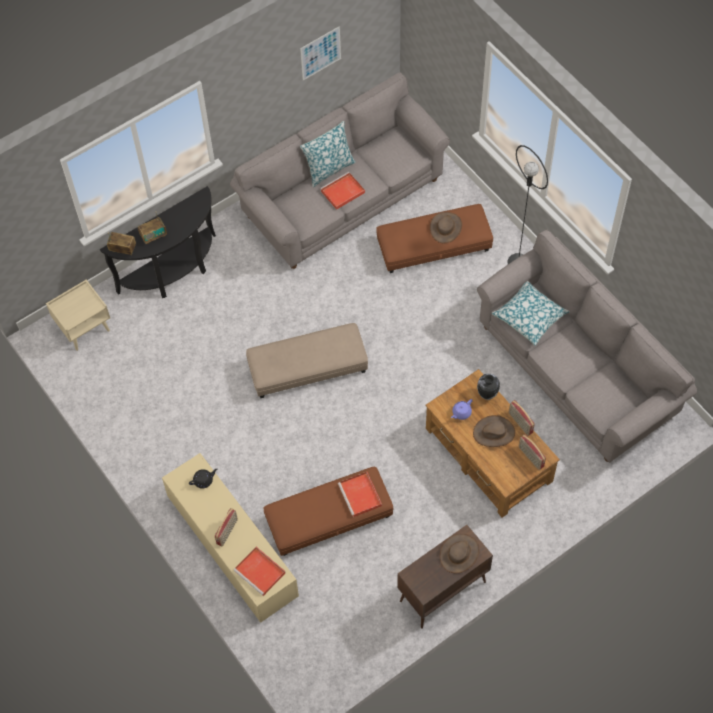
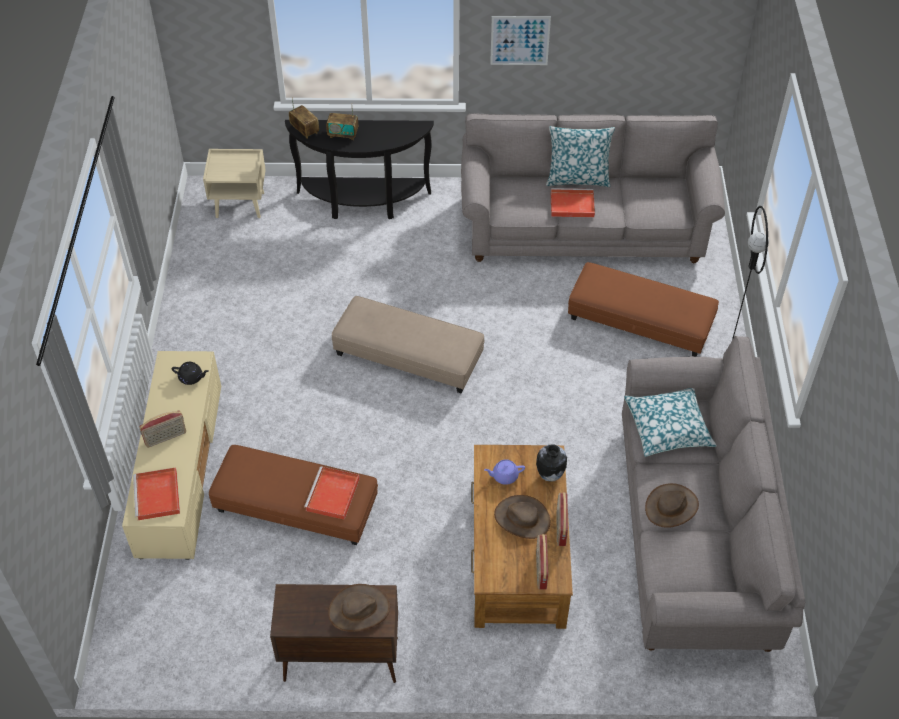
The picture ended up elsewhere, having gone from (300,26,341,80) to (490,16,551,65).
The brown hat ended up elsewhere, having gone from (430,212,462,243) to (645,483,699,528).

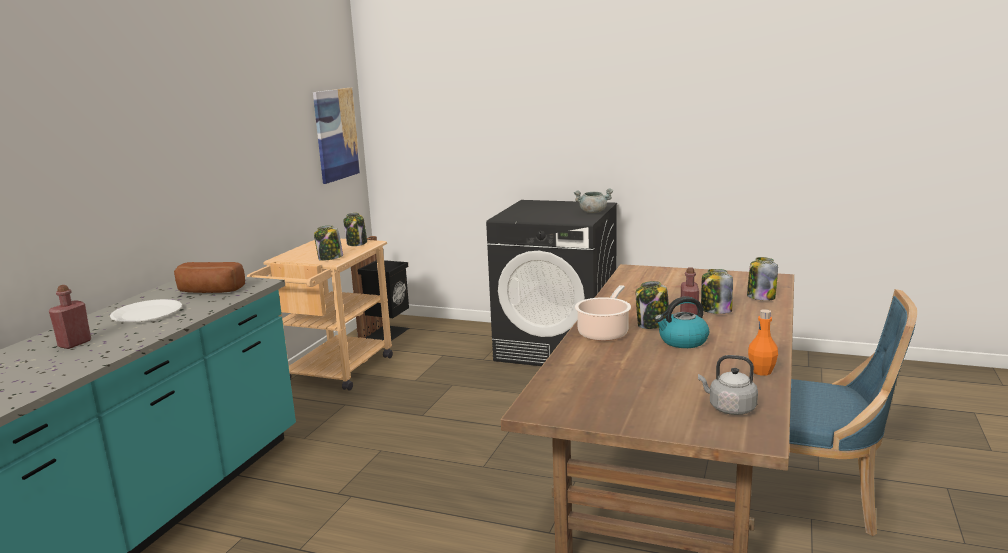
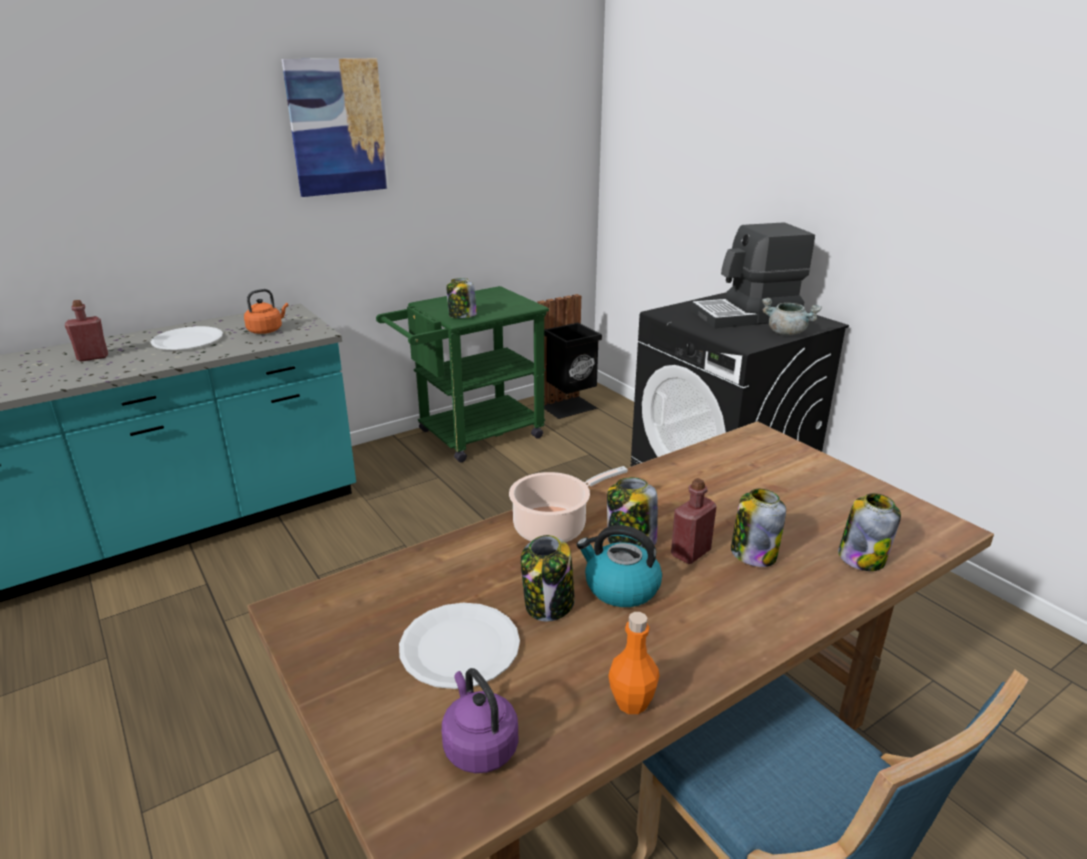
Where the bread stood at (174,262,245,293), the orange kettle came to stand at (244,289,289,334).
The picture ended up elsewhere, having gone from (313,88,360,184) to (282,58,389,197).
What was the beige cart at (247,239,393,391) turned into the green cart at (376,286,549,462).
The second view gained the white plate at (399,603,520,689).
What was the grey kettle at (698,355,758,415) turned into the purple kettle at (442,668,518,773).
The jar ended up elsewhere, having gone from (343,213,367,246) to (521,535,575,621).
The second view gained the coffee machine at (691,222,815,328).

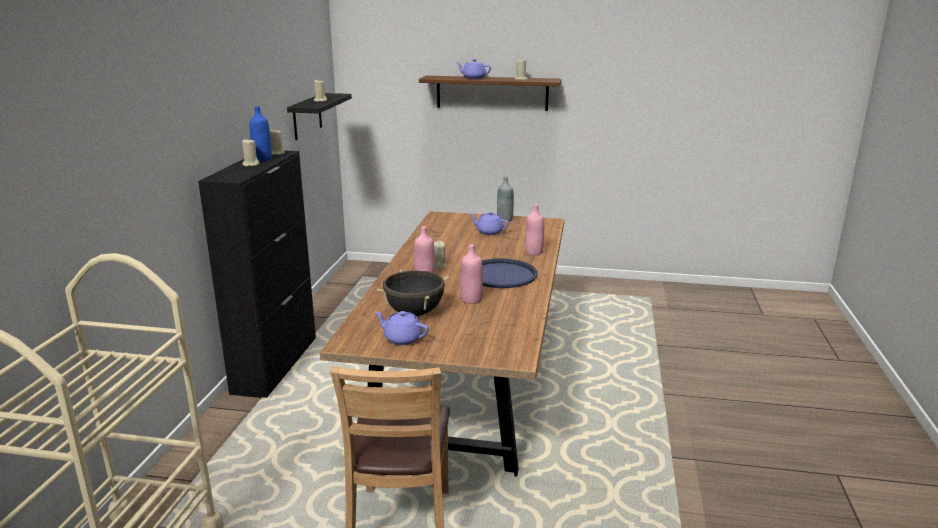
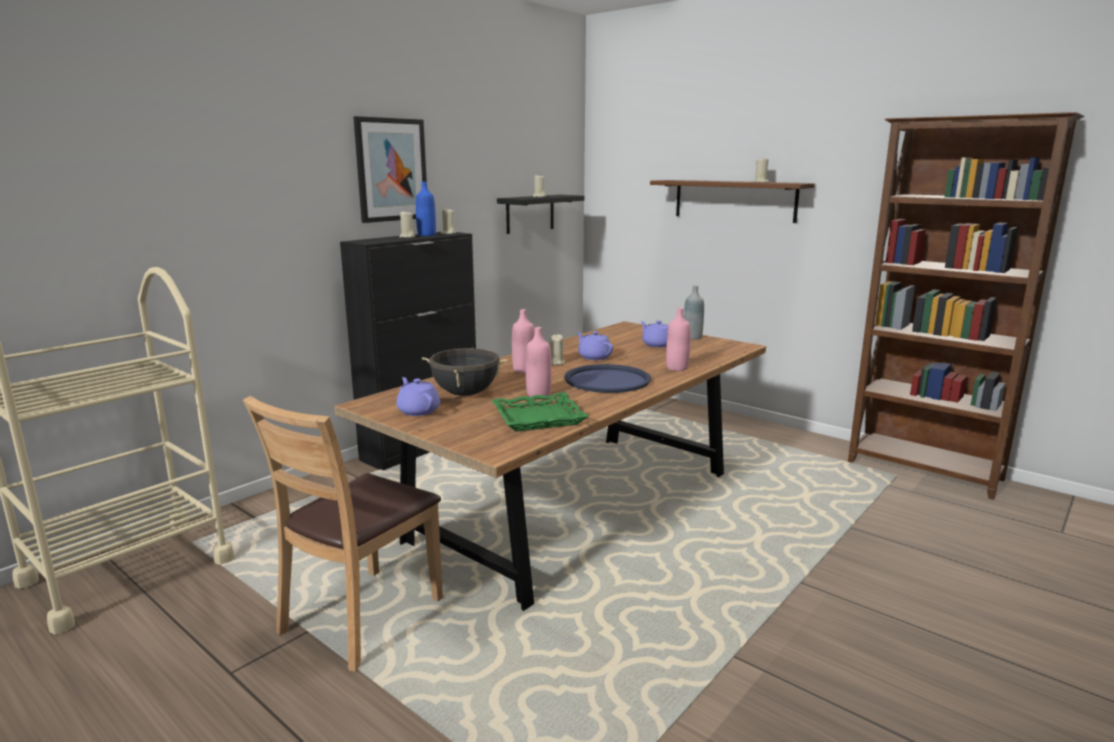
The second view gained the picture at (353,116,427,223).
The second view gained the green tray at (492,392,589,431).
The purple teapot ended up elsewhere, having gone from (456,59,491,79) to (577,331,613,360).
The second view gained the brown bookcase at (848,112,1084,500).

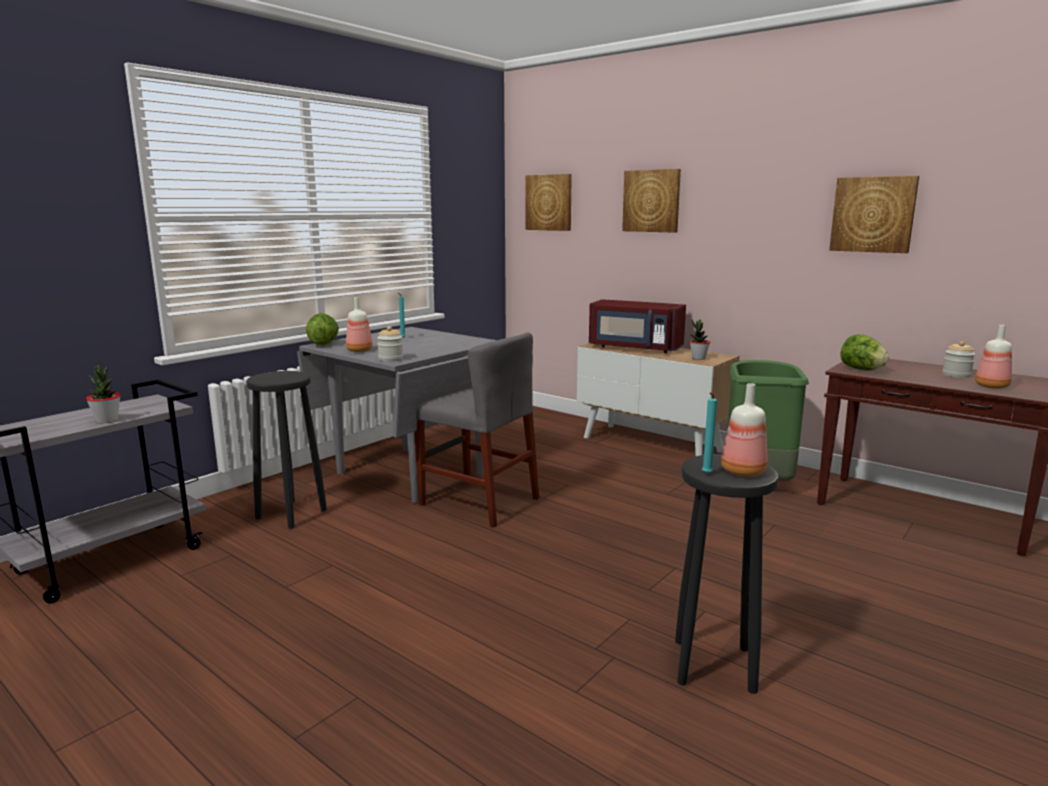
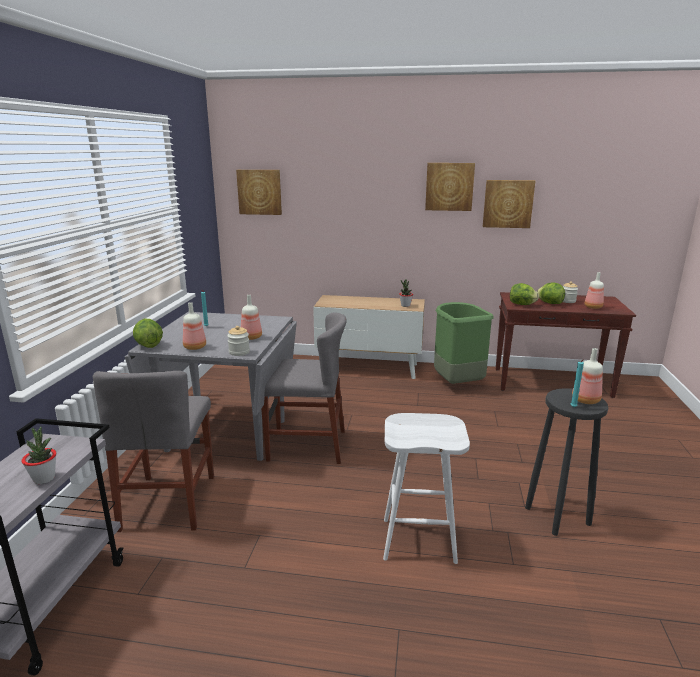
Where the black stool stood at (246,371,327,529), the grey chair came to stand at (93,371,214,532).
The second view gained the bottle at (241,295,262,340).
The second view gained the white stool at (383,413,470,564).
The picture ended up elsewhere, having gone from (622,169,681,233) to (425,163,475,211).
The second view gained the lettuce at (537,283,565,304).
The second view lost the red microwave at (589,299,686,353).

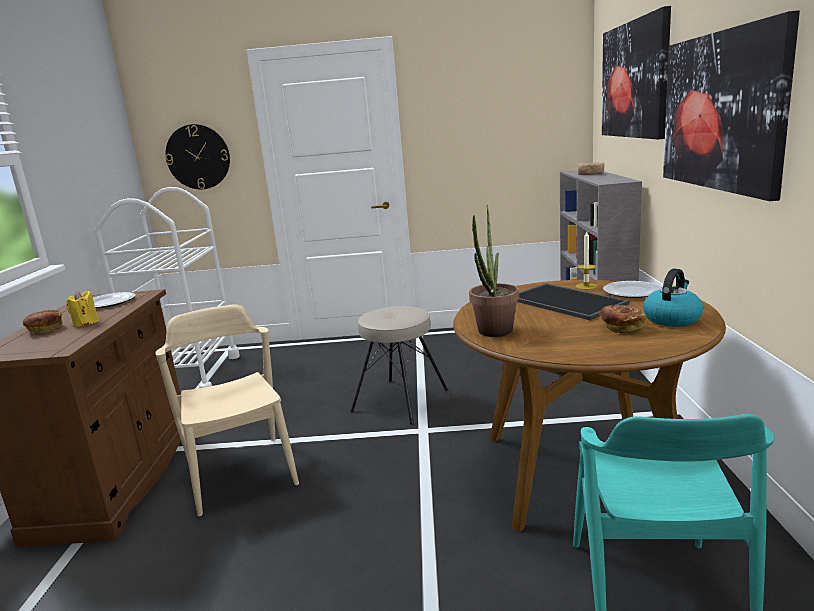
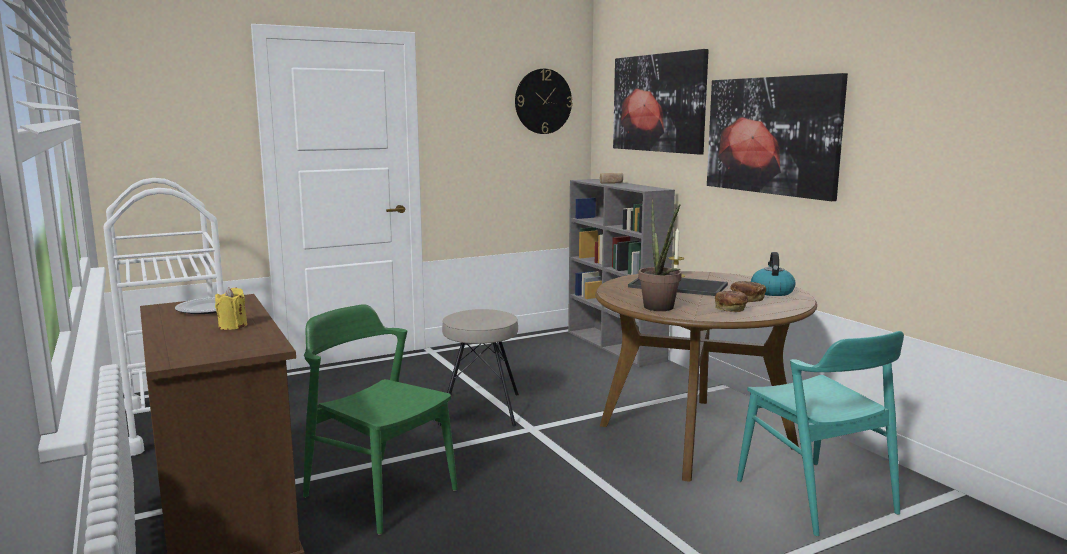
What was the beige chair at (155,304,299,517) turned into the green chair at (303,304,458,535).
The wall clock ended up elsewhere, having gone from (165,124,230,189) to (515,69,573,134).
The bread ended up elsewhere, having gone from (23,309,62,334) to (715,291,748,312).
The second view lost the plate at (603,281,662,298).

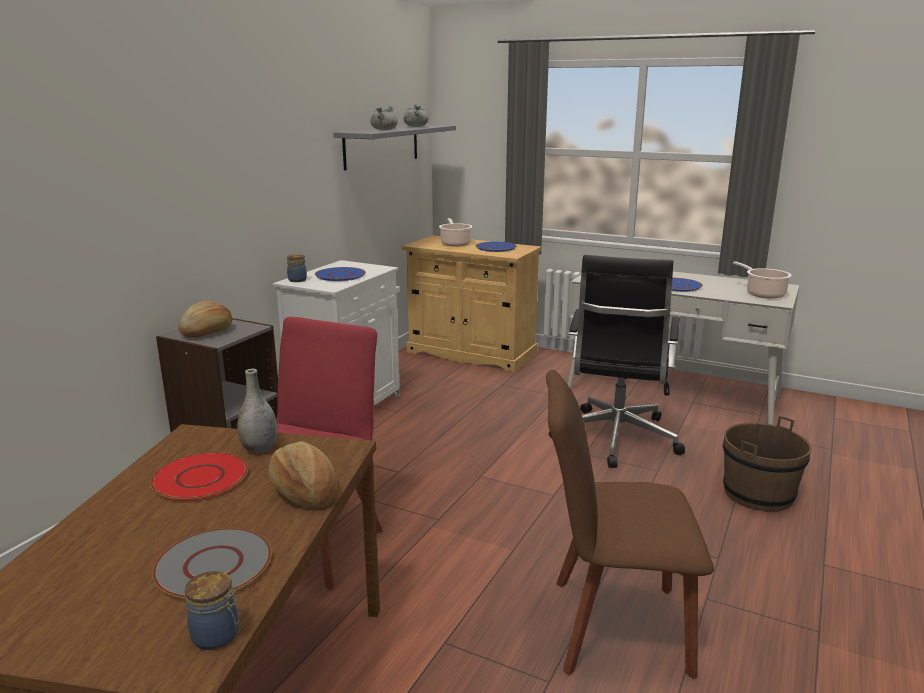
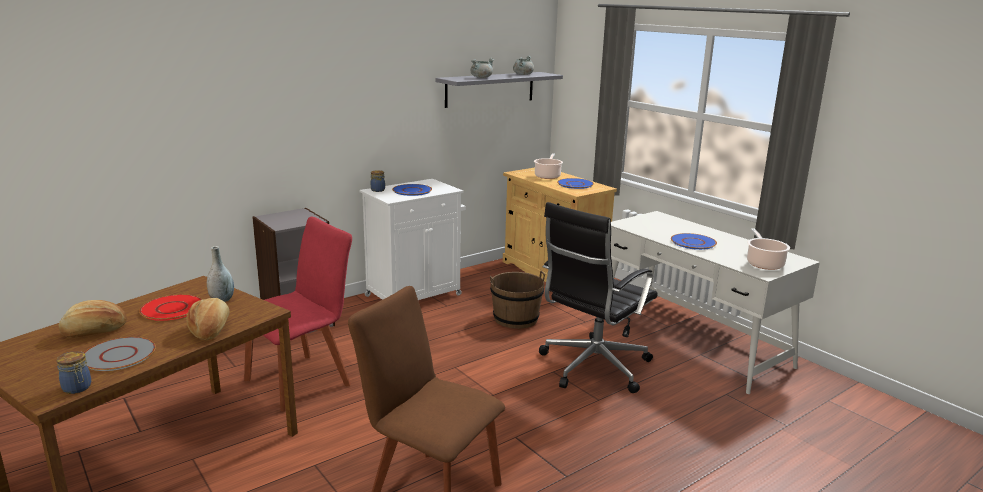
The bread ended up elsewhere, having gone from (178,301,232,338) to (59,300,127,338).
The brown bucket ended up elsewhere, having gone from (723,416,812,512) to (490,271,545,329).

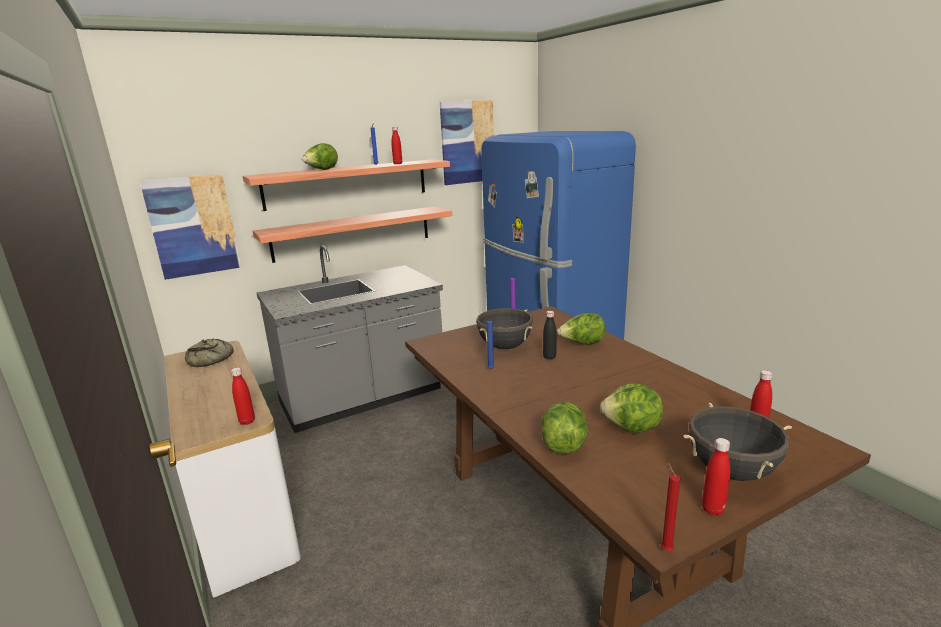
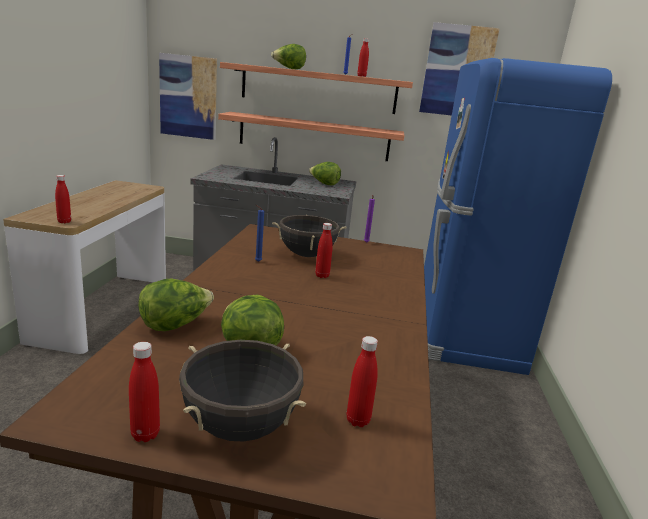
The lettuce ended up elsewhere, having gone from (557,313,605,345) to (309,162,341,185).
What was the black bottle at (543,311,557,360) turned into the red bottle at (315,223,333,278).
The second view lost the bread at (185,339,233,367).
The second view lost the red candle at (661,462,680,551).

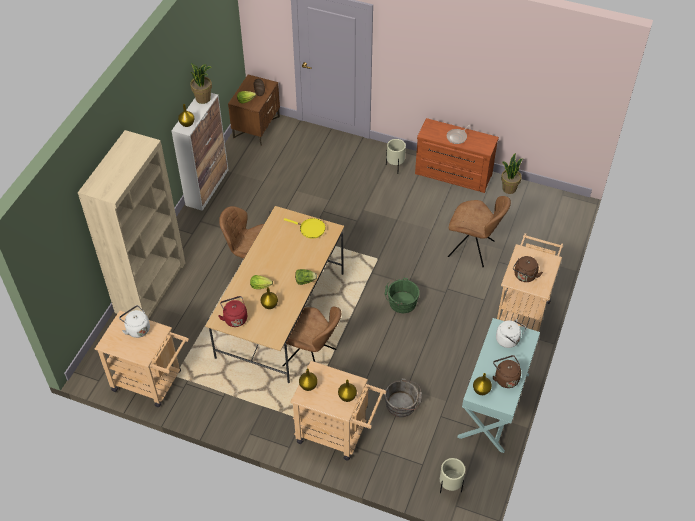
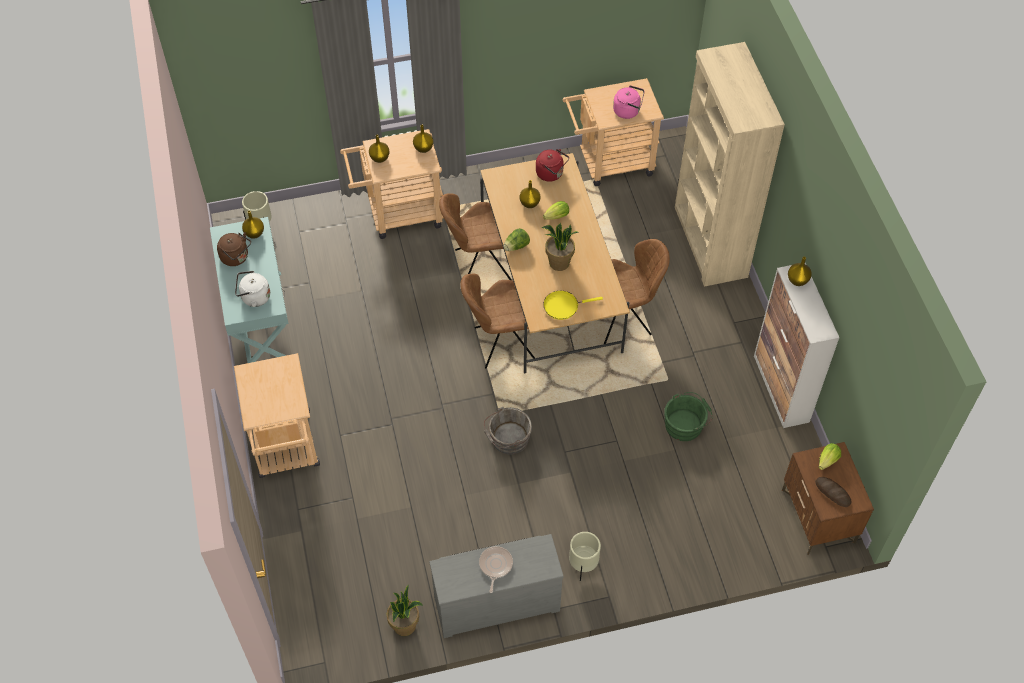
What was the brown dresser at (415,118,499,193) turned into the grey dresser at (429,534,563,638).
The brown chair ended up elsewhere, having gone from (448,196,511,268) to (460,274,535,368).
The grey bucket ended up elsewhere, having gone from (384,378,422,417) to (484,407,532,454).
The potted plant ended up elsewhere, having gone from (190,63,212,104) to (542,223,579,271).
What was the white kettle at (119,305,150,338) turned into the pink kettle at (613,85,645,119).
The green bucket ended up elsewhere, having gone from (384,278,420,313) to (664,392,713,441).
The second view lost the brown kettle at (513,256,543,282).

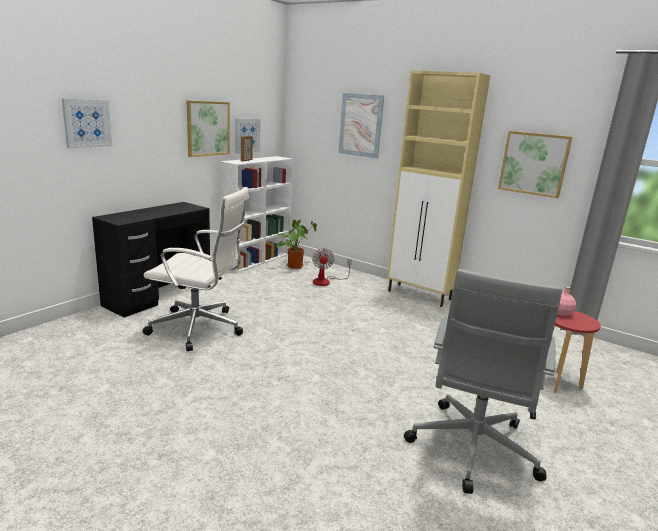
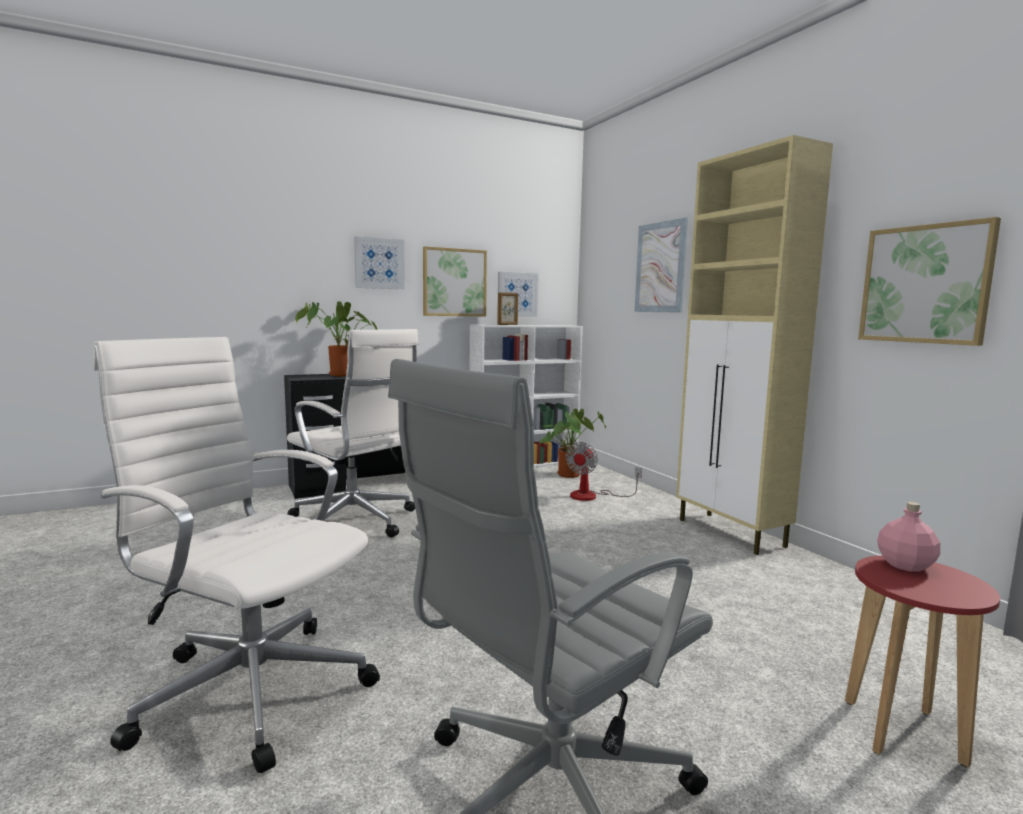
The second view gained the white office chair at (93,337,380,773).
The second view gained the potted plant at (295,301,378,377).
The picture ended up elsewhere, having gone from (62,98,112,148) to (354,236,405,289).

